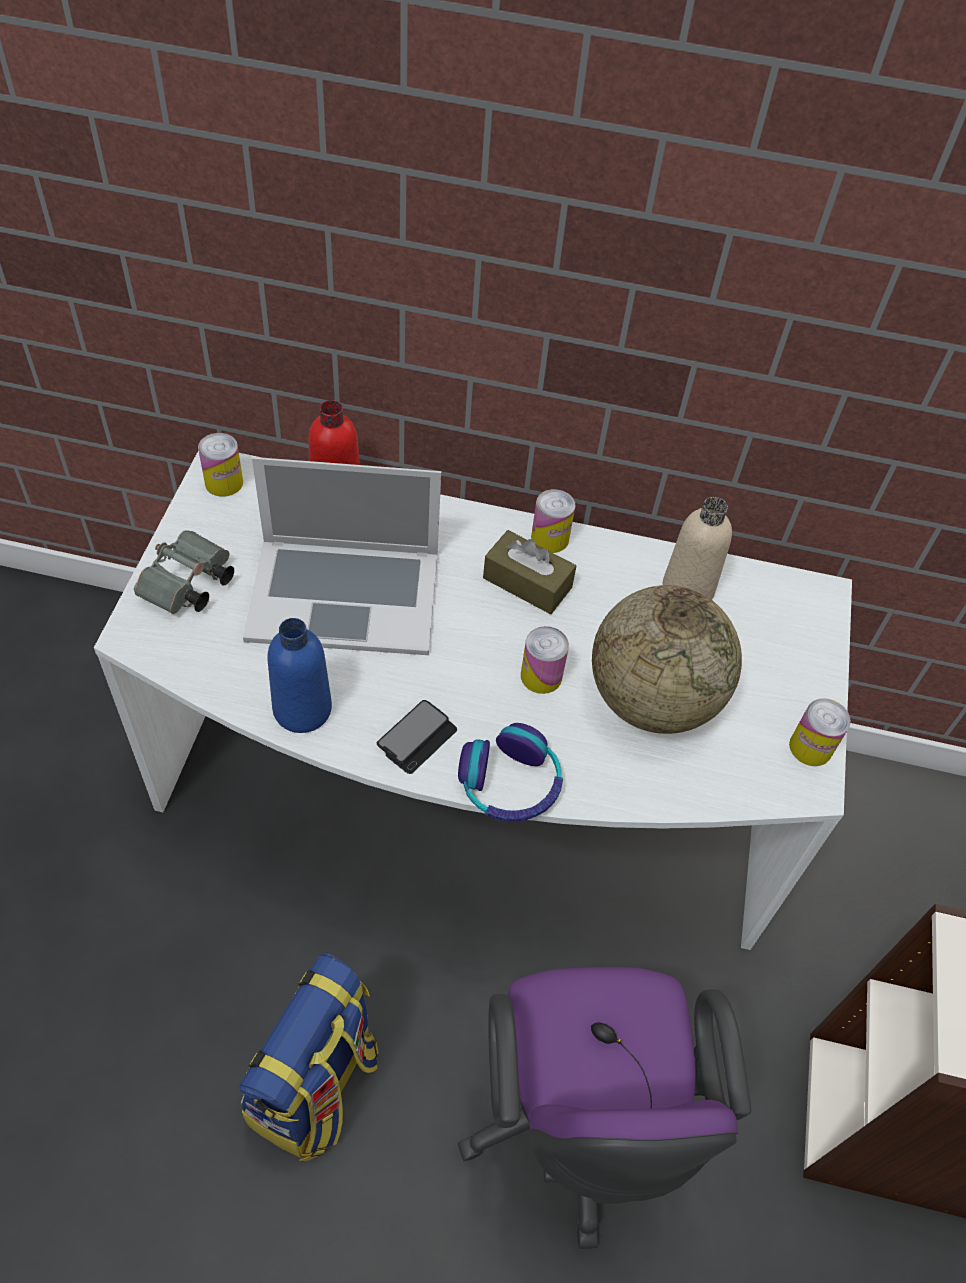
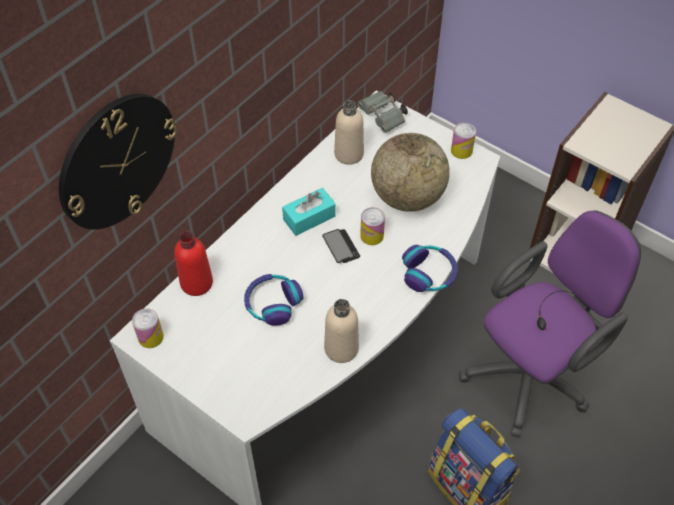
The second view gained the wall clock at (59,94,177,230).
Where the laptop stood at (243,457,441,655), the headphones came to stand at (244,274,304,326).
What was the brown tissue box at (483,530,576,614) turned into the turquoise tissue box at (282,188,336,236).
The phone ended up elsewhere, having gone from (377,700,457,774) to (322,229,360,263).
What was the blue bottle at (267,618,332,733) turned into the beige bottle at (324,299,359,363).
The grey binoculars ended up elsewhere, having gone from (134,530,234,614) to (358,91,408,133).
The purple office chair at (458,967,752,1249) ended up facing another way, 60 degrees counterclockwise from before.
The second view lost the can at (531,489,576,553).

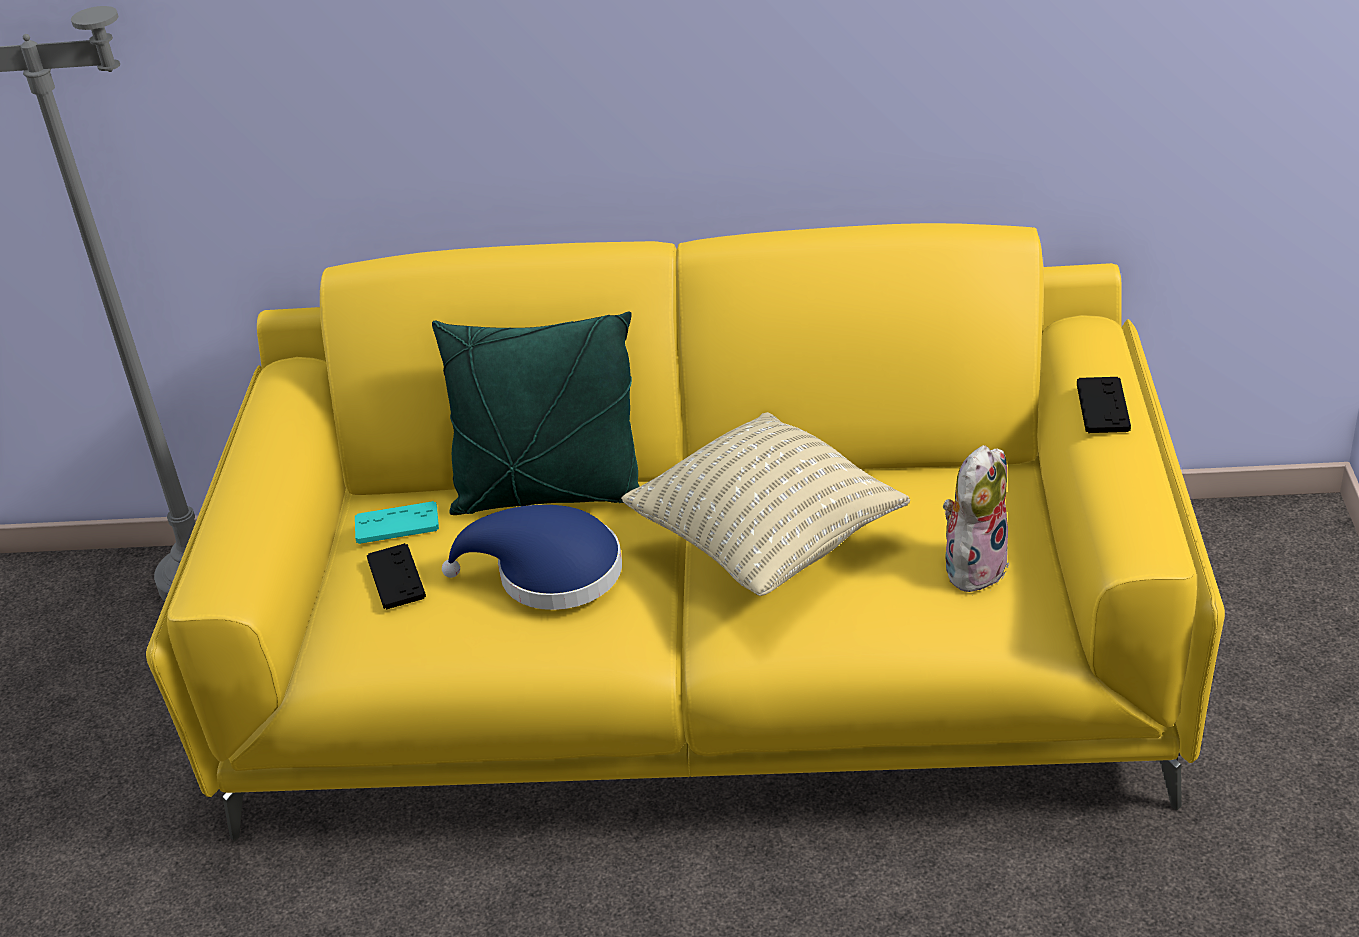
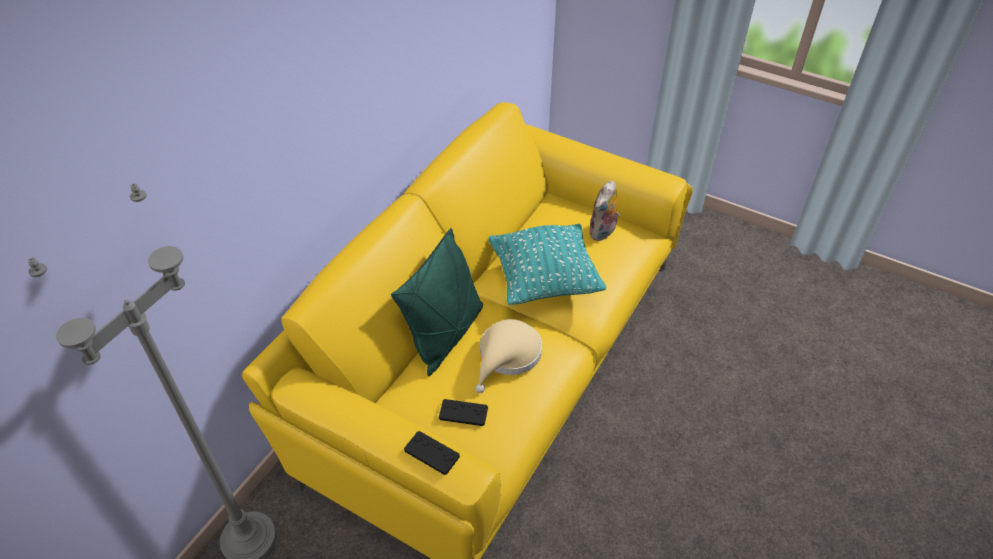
The black game controller ended up elsewhere, having gone from (1077,377,1131,433) to (404,431,460,475).
What was the blue hat at (442,505,622,610) turned into the beige hat at (475,319,542,393).
What was the beige pillow at (621,412,910,596) turned into the turquoise pillow at (489,224,606,305).
The plush toy at (943,445,1009,596) ended up facing another way, 120 degrees counterclockwise from before.
The second view lost the turquoise game controller at (355,501,439,544).

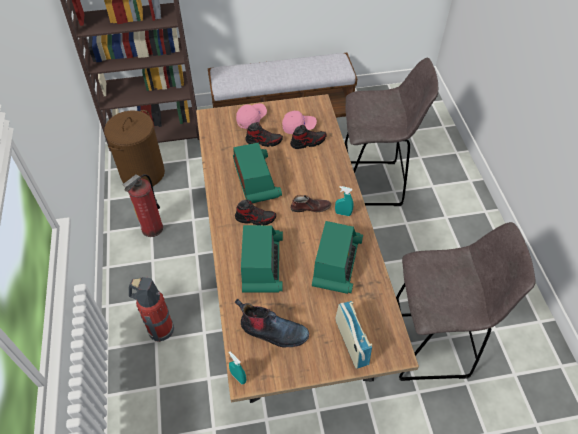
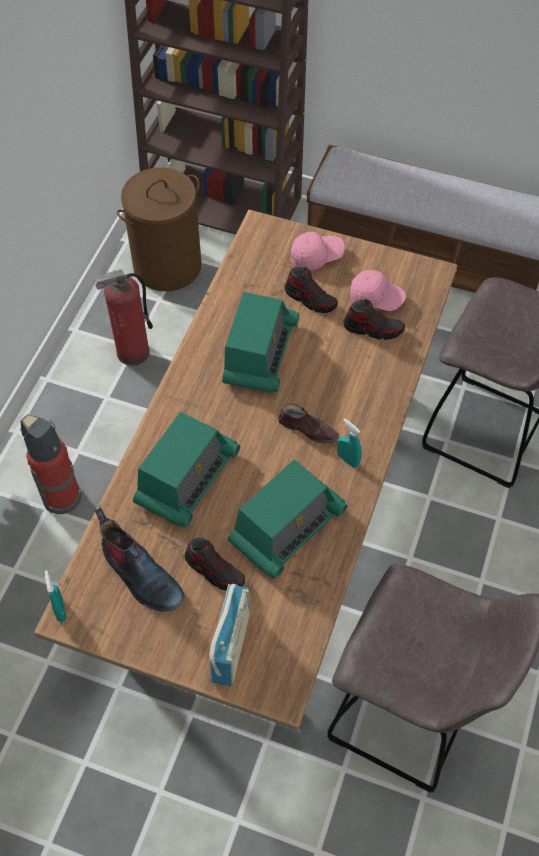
The shoe ended up elsewhere, having gone from (235,200,276,225) to (185,537,245,591).

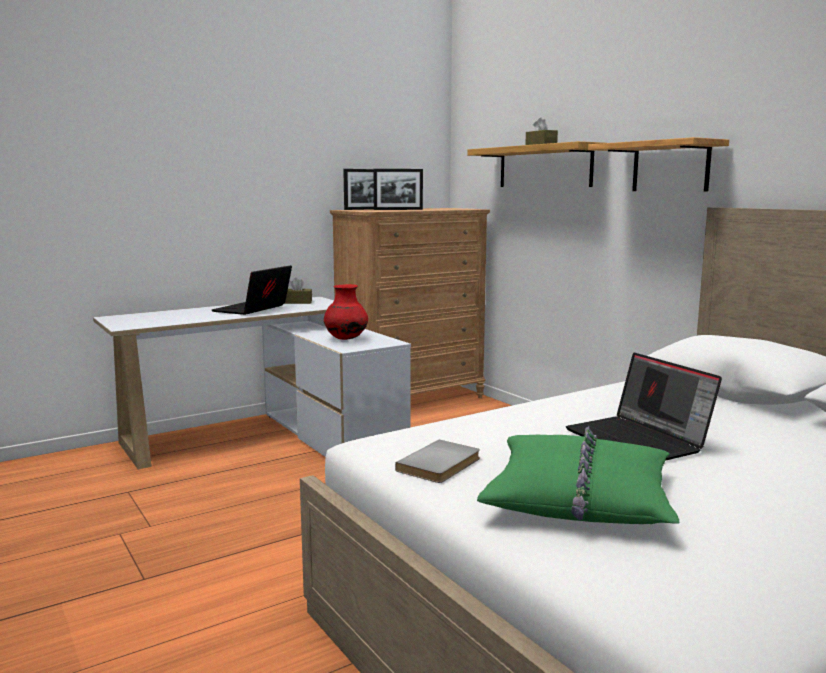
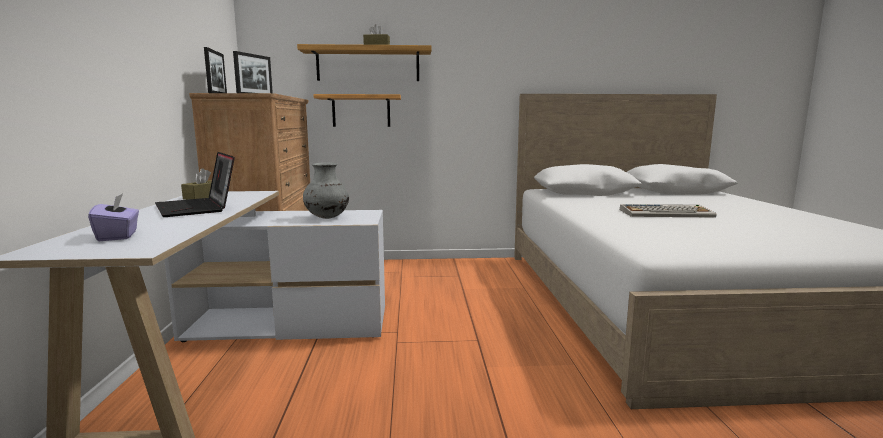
The second view gained the purple tissue box at (88,193,139,241).
What was the red vase at (324,284,368,340) turned into the grey vase at (303,162,349,219).
The shelf ended up elsewhere, having gone from (588,137,729,192) to (313,94,401,127).
Where the laptop stood at (566,353,722,461), the keyboard came to stand at (620,204,717,218).
The second view lost the grey book at (395,440,480,483).
The second view lost the green pillow at (477,426,679,524).

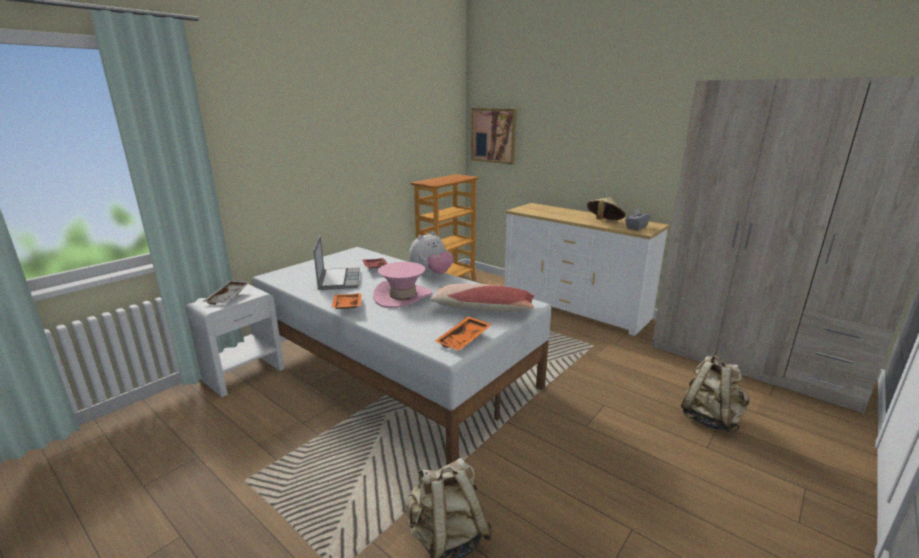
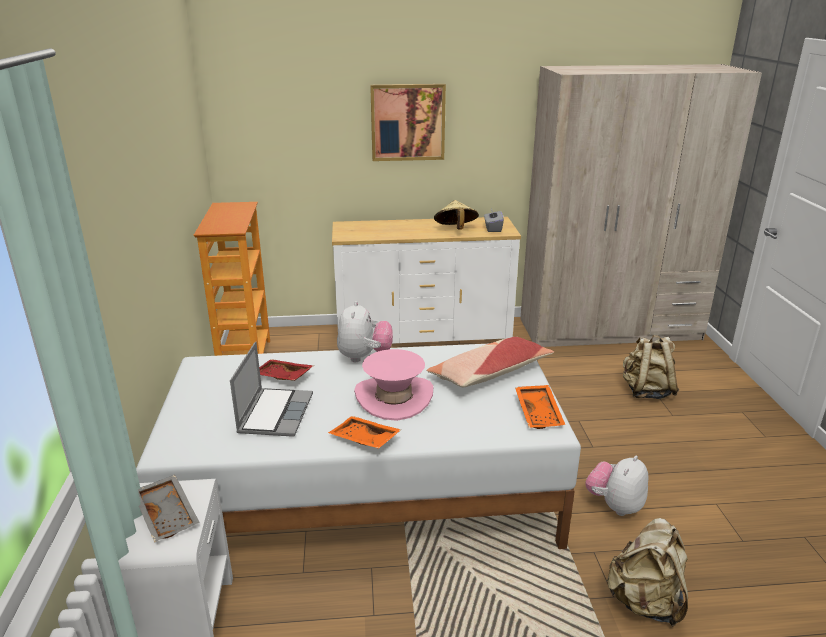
The laptop at (313,235,360,290) ended up facing another way, 60 degrees clockwise from before.
The picture ended up elsewhere, having gone from (471,108,517,165) to (370,84,446,161).
The second view gained the plush toy at (585,455,648,516).

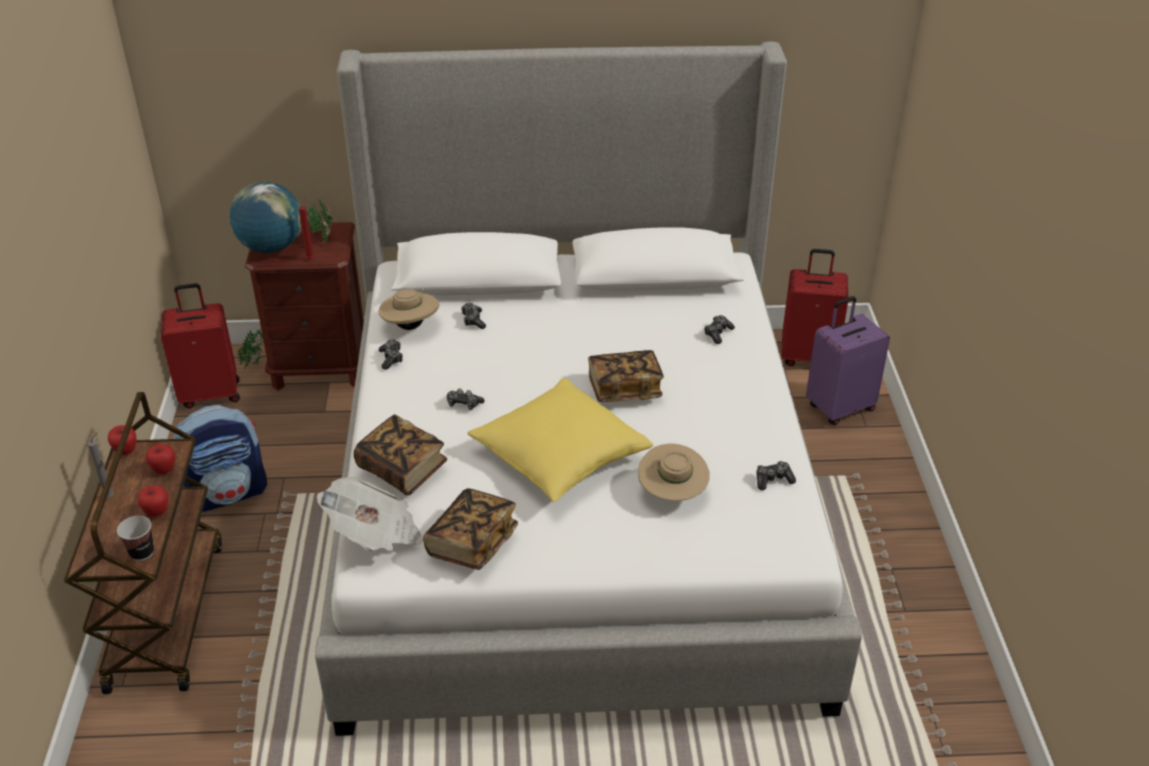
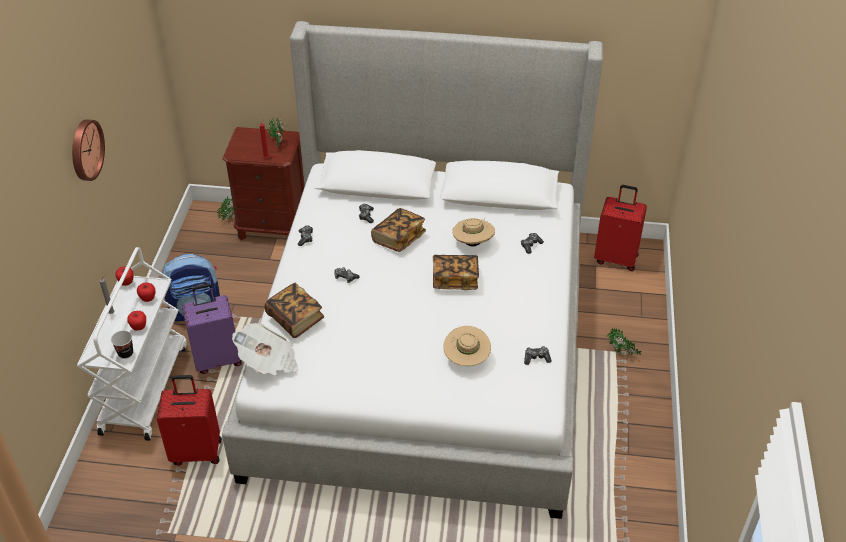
The second view gained the wall clock at (72,119,105,181).
What was the brown cart at (64,392,222,694) turned into the white cart at (77,247,187,441).
The red suitcase ended up elsewhere, having gone from (161,283,240,409) to (157,375,222,466).
The purple suitcase ended up elsewhere, having gone from (806,296,890,425) to (182,284,242,374).
The book ended up elsewhere, having gone from (423,488,518,570) to (371,208,426,252).
The beige hat ended up elsewhere, having gone from (379,286,439,330) to (452,218,495,246).
The second view gained the potted plant at (607,328,642,355).
The second view lost the globe at (229,182,301,253).
The second view lost the yellow pillow at (467,378,654,502).

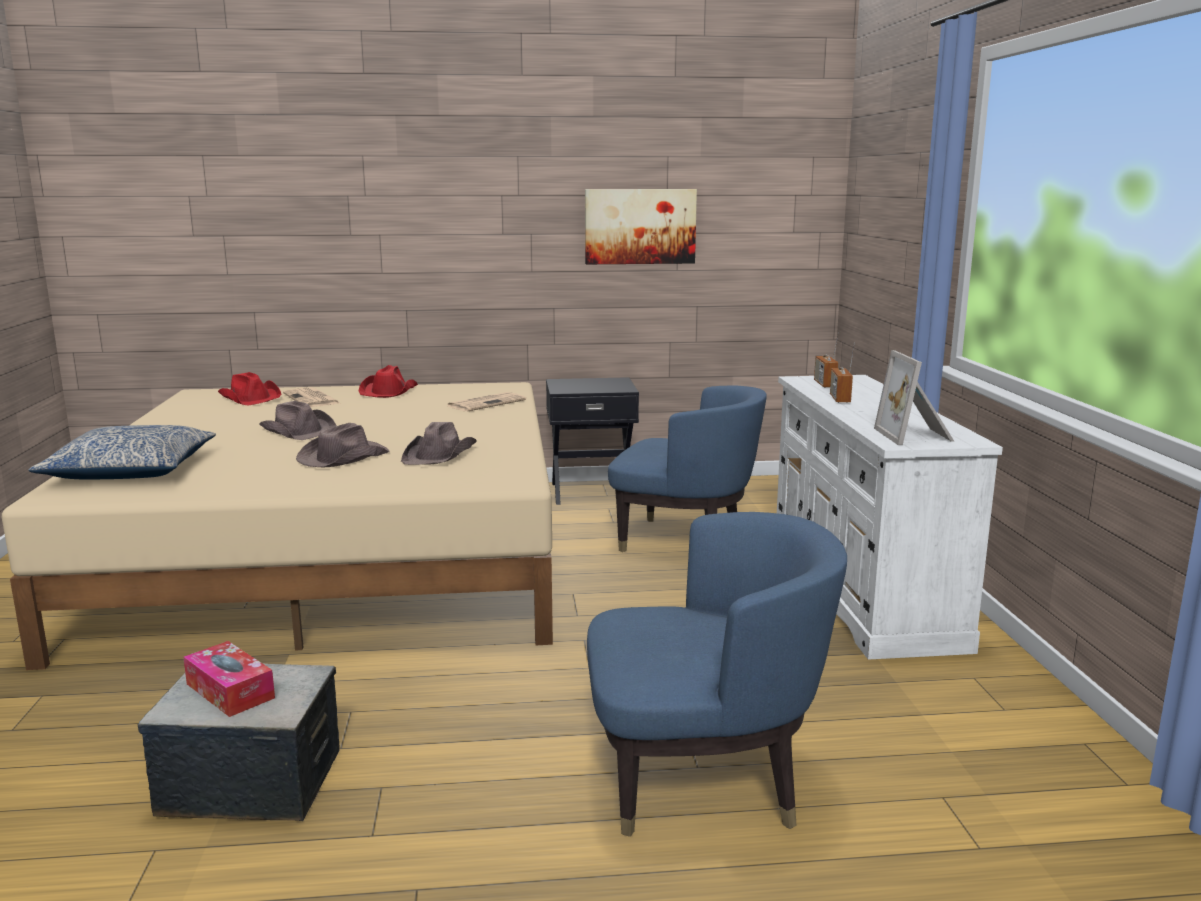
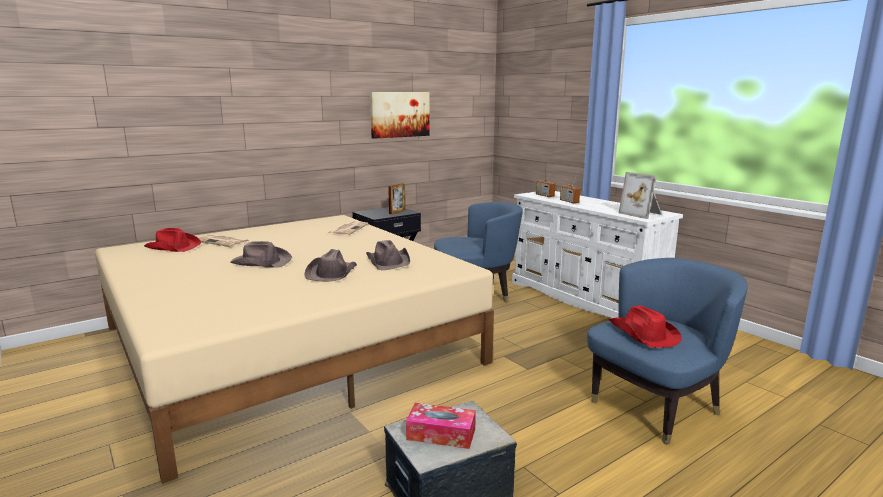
The second view gained the picture frame at (388,183,405,214).
The red hat ended up elsewhere, having gone from (359,365,418,398) to (609,305,682,348).
The second view lost the pillow at (28,425,216,479).

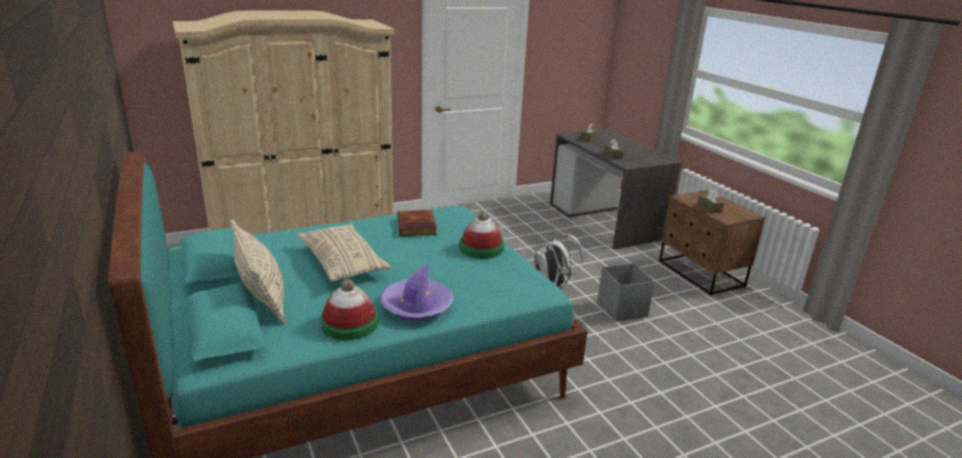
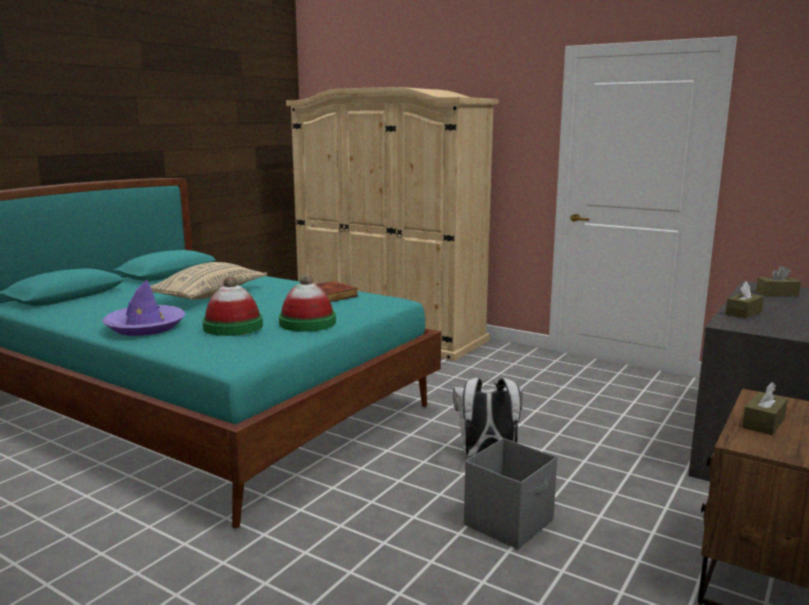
The hat ended up elsewhere, having gone from (320,279,378,340) to (202,276,263,336).
The second view lost the beige pillow at (230,219,286,325).

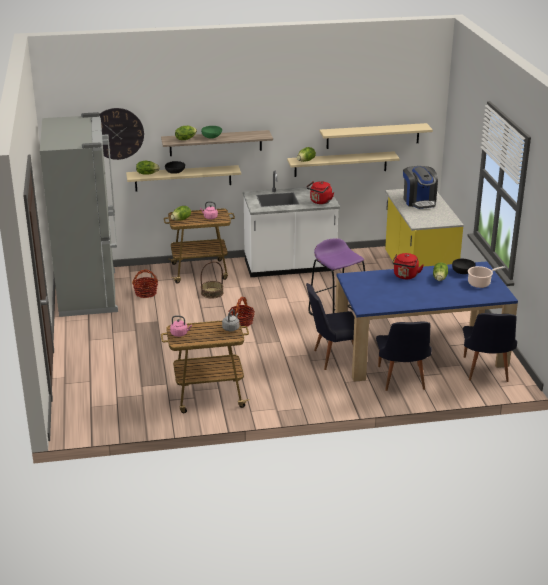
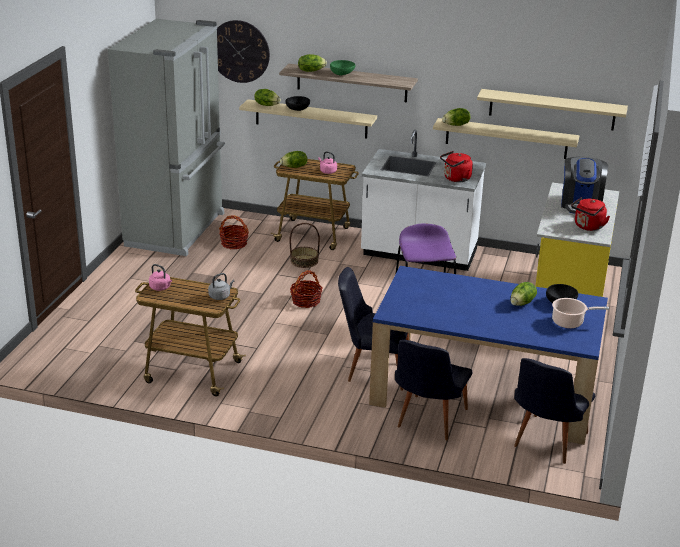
The red kettle ended up elsewhere, having gone from (392,253,424,279) to (571,197,610,231).

